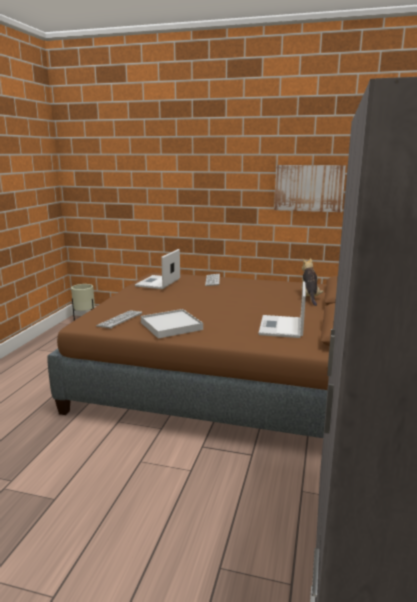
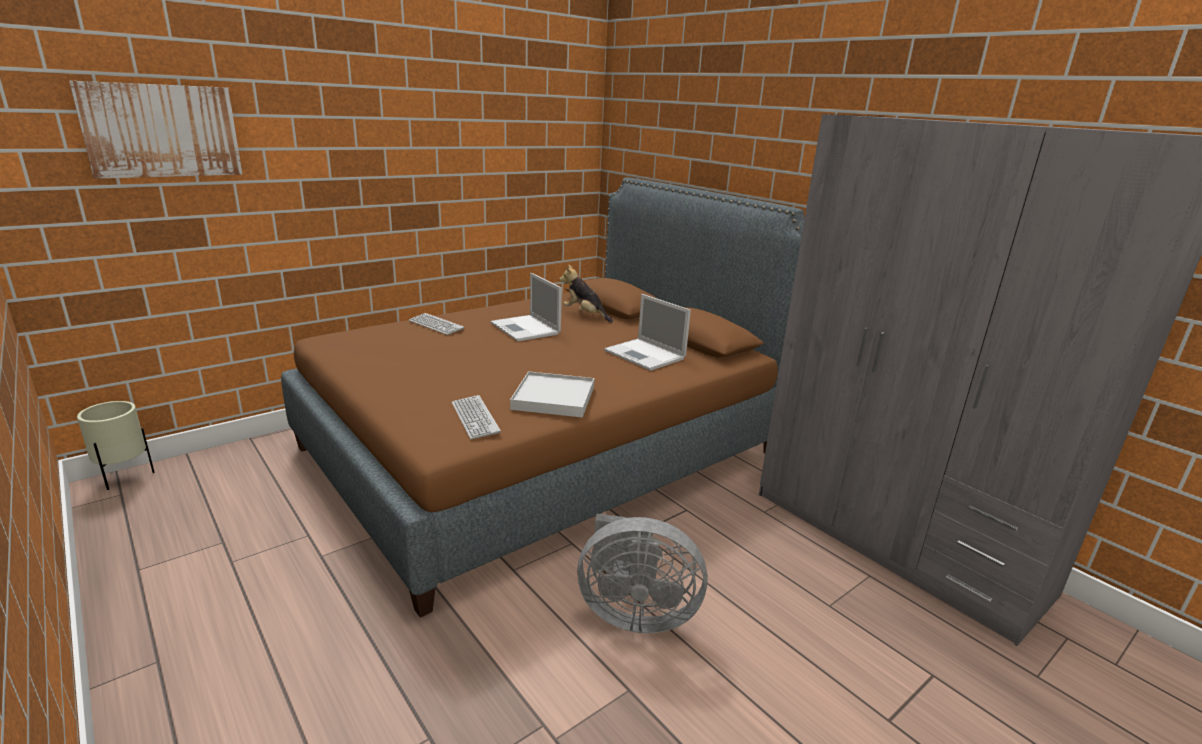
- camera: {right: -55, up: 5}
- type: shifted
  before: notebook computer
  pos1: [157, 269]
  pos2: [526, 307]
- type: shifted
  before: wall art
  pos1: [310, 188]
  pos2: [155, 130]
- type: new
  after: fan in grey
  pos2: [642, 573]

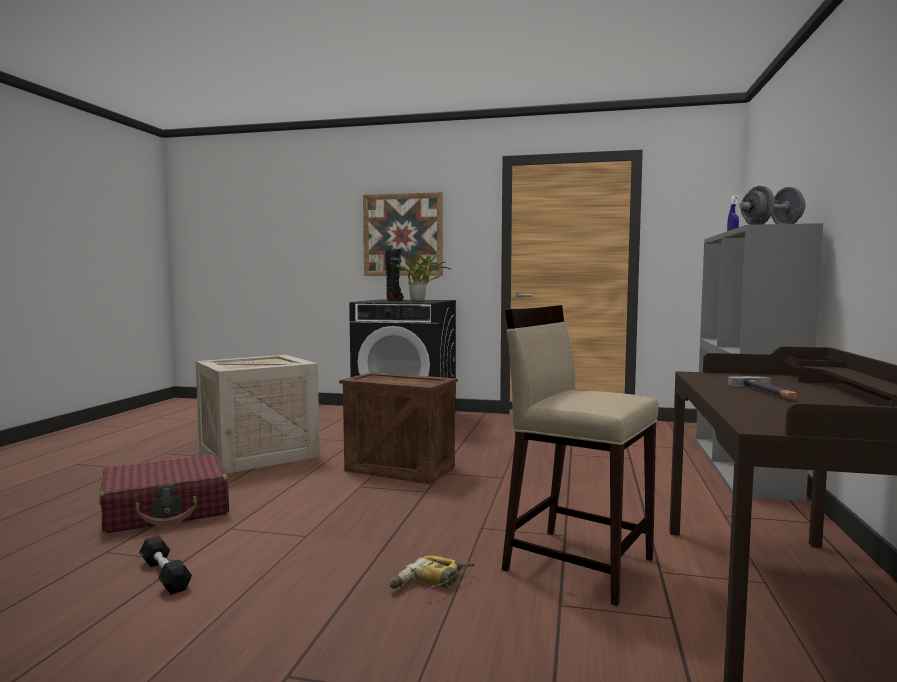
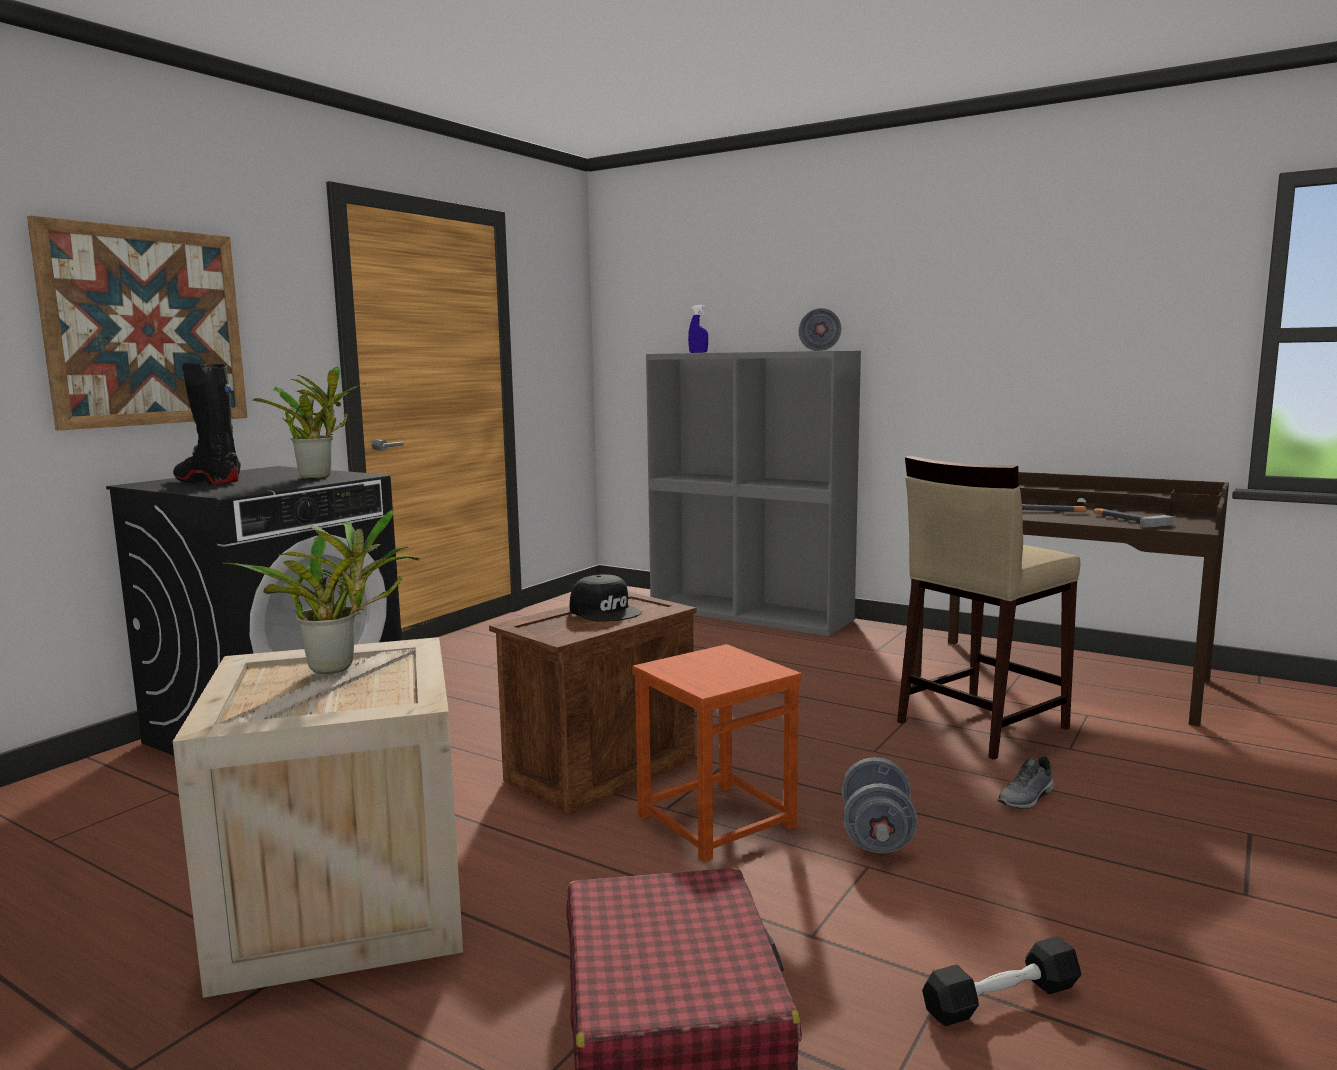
- camera: {right: -70, up: 5}
- type: swapped
  before: electric drill
  after: low shoe in grey
  pos1: [432, 573]
  pos2: [1025, 782]
- type: new
  after: plant in a pot
  pos2: [321, 591]
- type: new
  after: peaked cap in black
  pos2: [606, 598]
- type: new
  after: stool seat in brownish
  pos2: [717, 753]
- type: new
  after: dumbbell in grey
  pos2: [879, 805]
- type: new
  after: hand hammer
  pos2: [1134, 518]

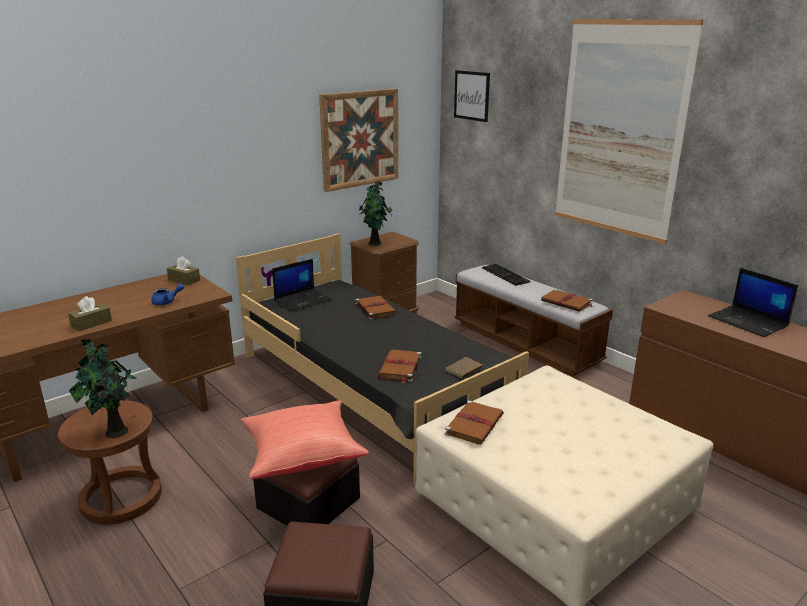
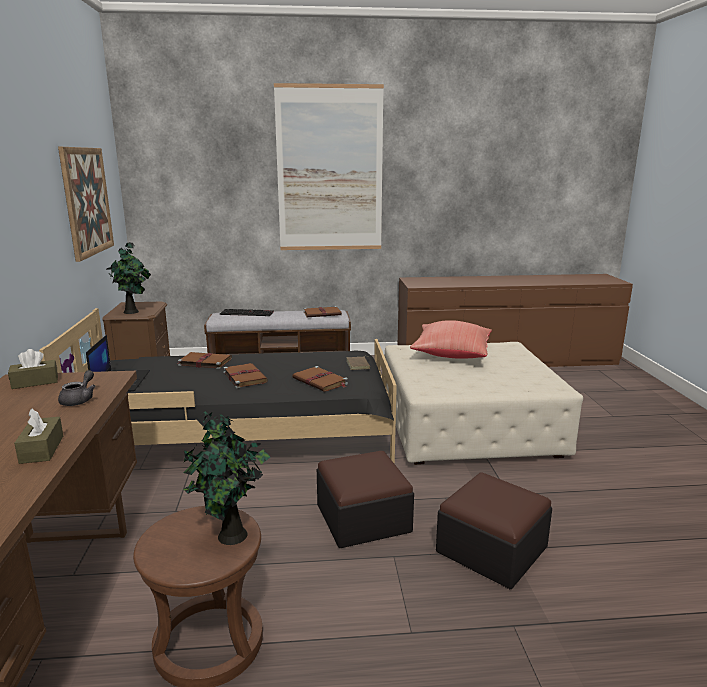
- camera: {right: -55, up: -5}
- type: repainted
  before: pot for tea in bluish
  after: pot for tea in grey
  pos1: [167, 294]
  pos2: [77, 388]
- type: shifted
  before: throw pillow in red
  pos1: [305, 440]
  pos2: [451, 339]
- type: shifted
  before: volume in brownish
  pos1: [474, 422]
  pos2: [245, 375]
- type: gone
  before: wall art
  pos1: [472, 96]
- type: gone
  before: notebook computer
  pos1: [753, 302]

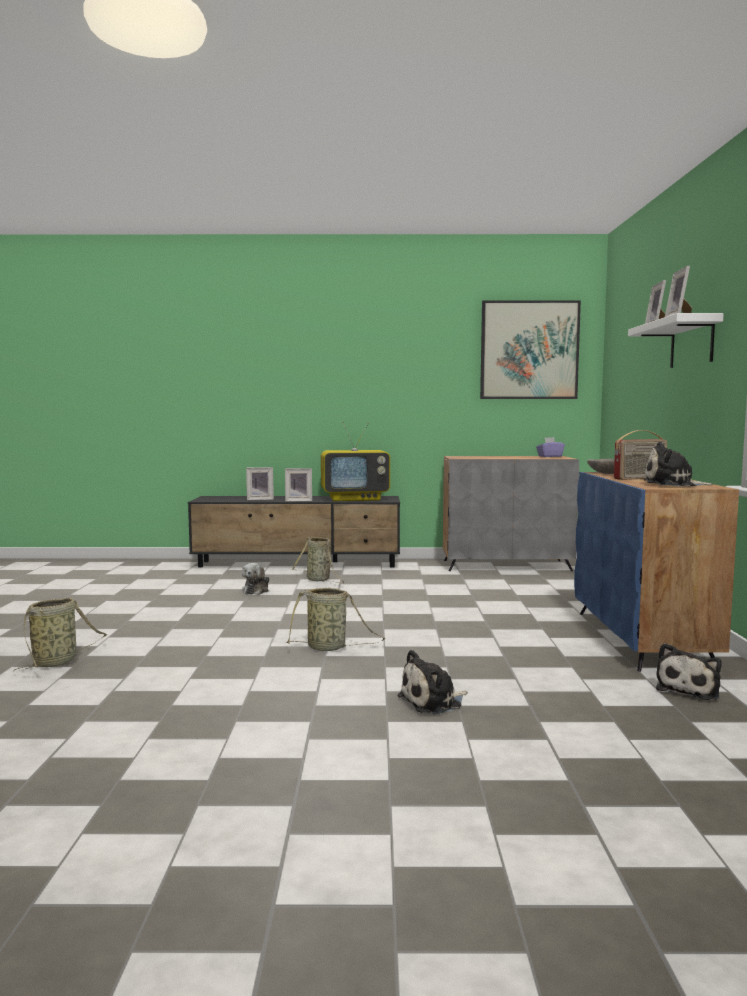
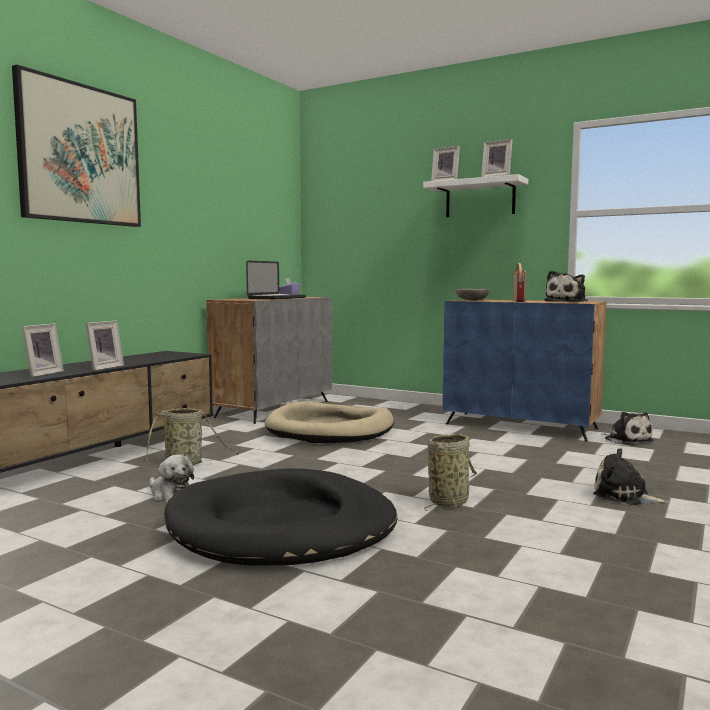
- camera: {right: -60, up: 0}
- type: gone
  before: basket
  pos1: [60, 634]
- type: gone
  before: TV set
  pos1: [355, 461]
- type: rotated
  before: plush toy
  pos1: [433, 682]
  pos2: [631, 476]
  turn: 120
- type: shifted
  before: wall art
  pos1: [530, 349]
  pos2: [76, 146]
- type: new
  after: dog bed in black
  pos2: [281, 517]
- type: new
  after: notebook computer
  pos2: [276, 280]
- type: new
  after: dog bed in sand-coloured
  pos2: [329, 422]

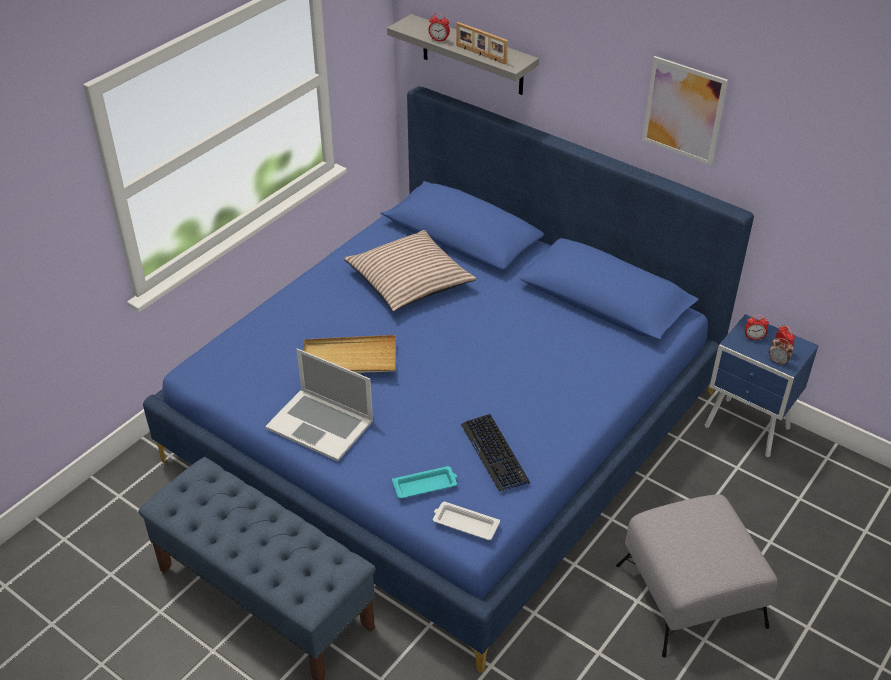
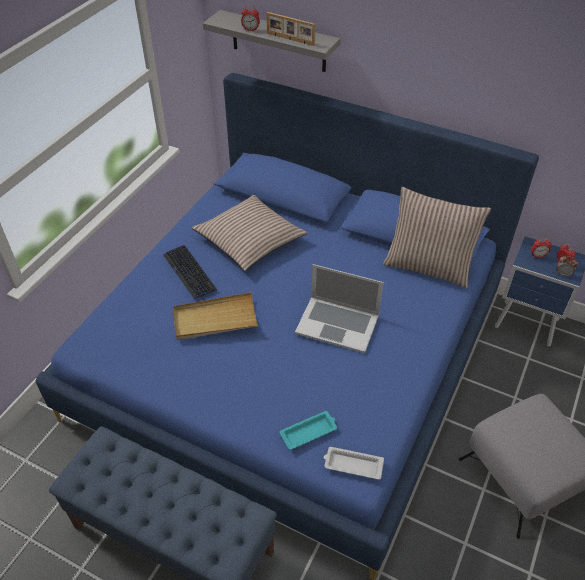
- camera: {right: -10, up: 5}
- type: shifted
  before: notebook computer
  pos1: [319, 405]
  pos2: [339, 308]
- type: shifted
  before: computer keyboard
  pos1: [495, 453]
  pos2: [190, 272]
- type: gone
  before: wall art
  pos1: [685, 110]
- type: new
  after: throw pillow
  pos2: [437, 237]

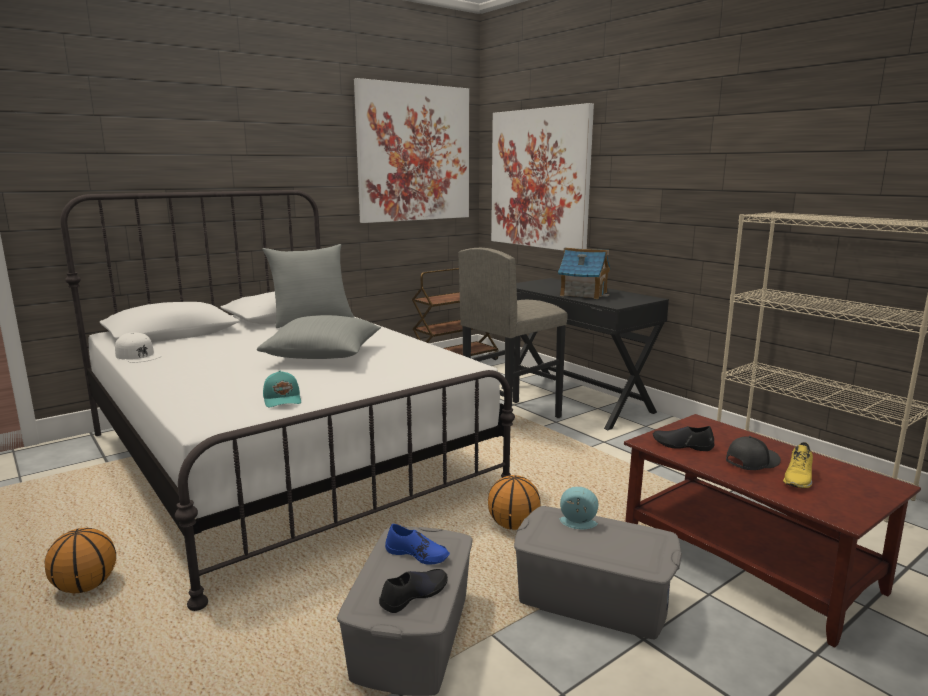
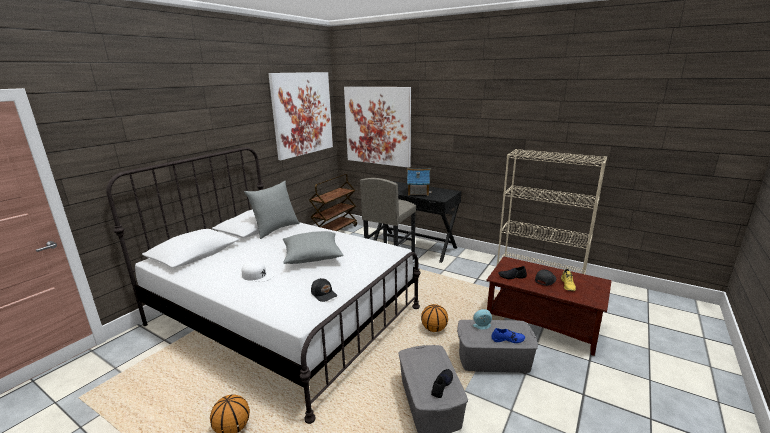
- camera: {right: -20, up: 5}
- type: shifted
  before: peaked cap in white-coloured
  pos1: [138, 347]
  pos2: [258, 271]
- type: repainted
  before: peaked cap in turquoise-coloured
  after: peaked cap in black
  pos1: [282, 388]
  pos2: [324, 290]
- type: shifted
  before: low shoe in bluish
  pos1: [417, 544]
  pos2: [508, 335]

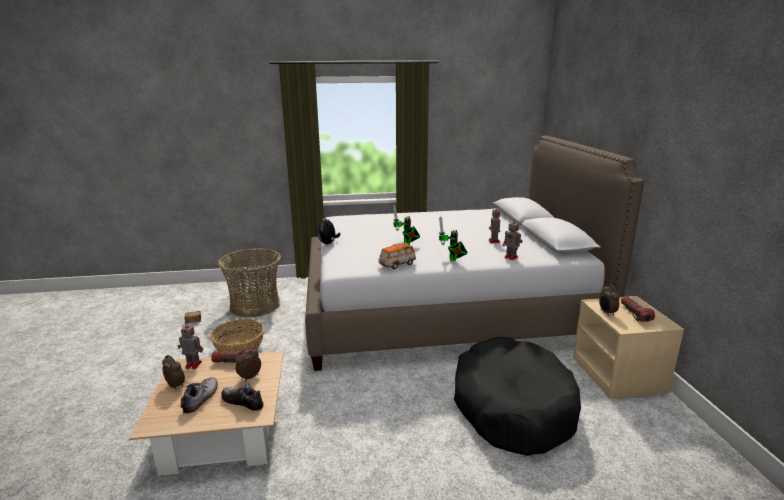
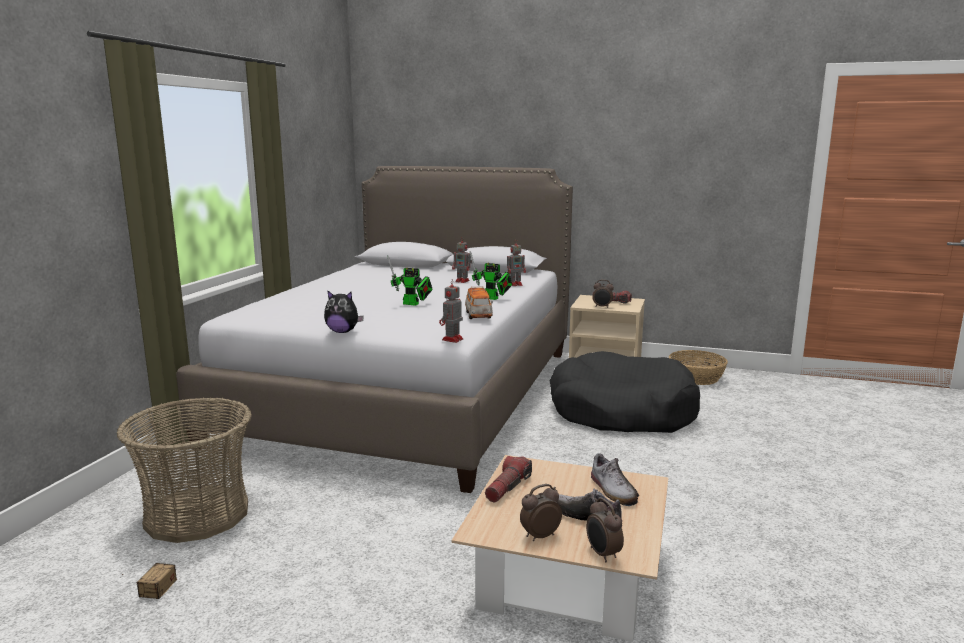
- camera: {right: -65, up: -5}
- type: shifted
  before: toy robot
  pos1: [190, 345]
  pos2: [451, 311]
- type: shifted
  before: basket
  pos1: [237, 335]
  pos2: [698, 367]
- type: rotated
  before: low shoe
  pos1: [242, 397]
  pos2: [615, 479]
  turn: -75
- type: shifted
  before: bedside clock
  pos1: [248, 364]
  pos2: [605, 530]

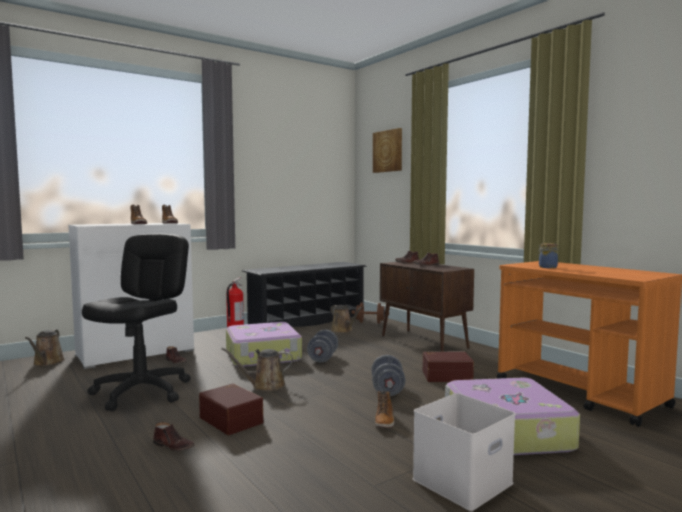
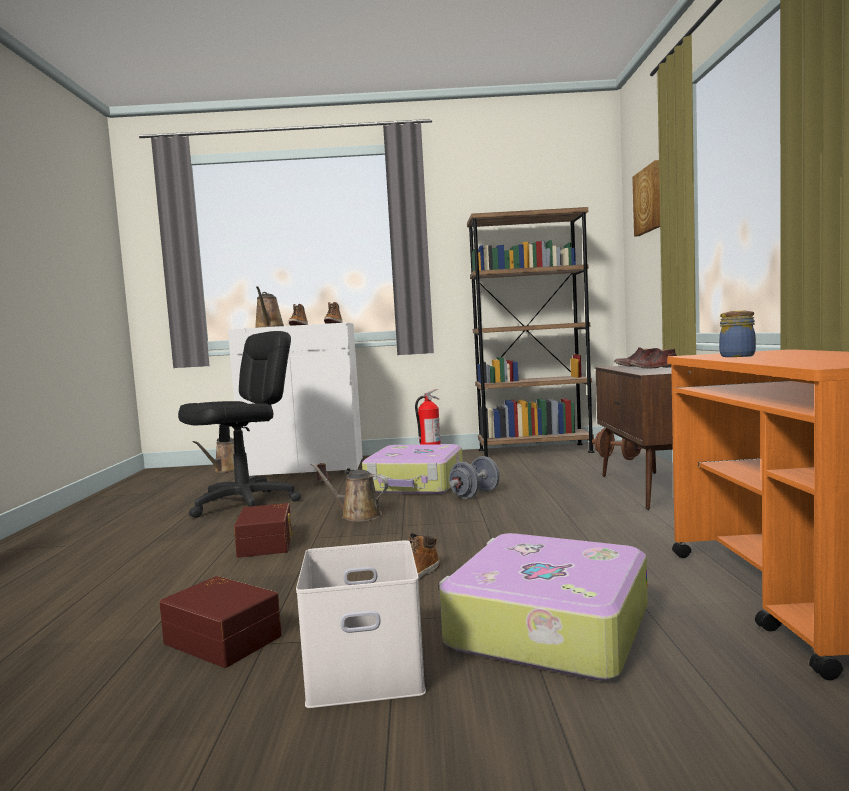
- camera: {right: 35, up: 0}
- type: gone
  before: low shoe in brownish
  pos1: [174, 437]
- type: swapped
  before: shoe stand in black
  after: shelving unit in brownish
  pos1: [304, 294]
  pos2: [530, 332]
- type: shifted
  before: watering pot in brownish
  pos1: [346, 319]
  pos2: [269, 307]
- type: gone
  before: dumbbell in grey
  pos1: [388, 375]
- type: shifted
  before: storage box in brownish
  pos1: [448, 367]
  pos2: [220, 622]

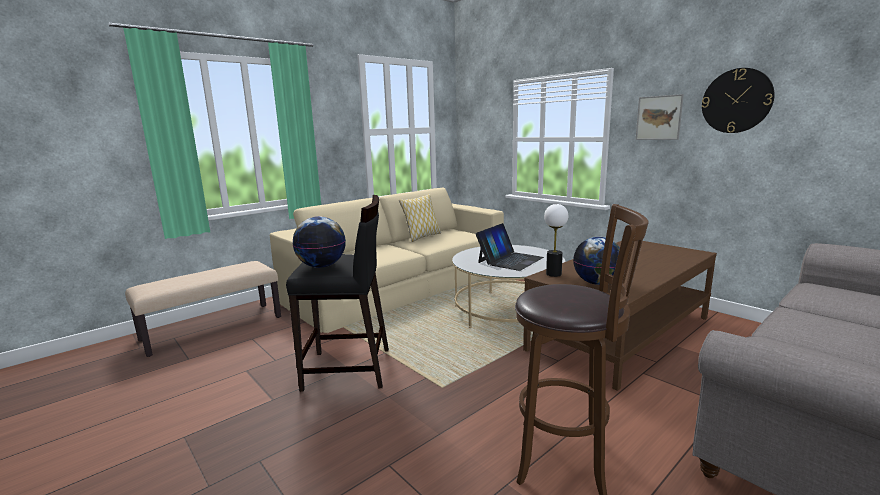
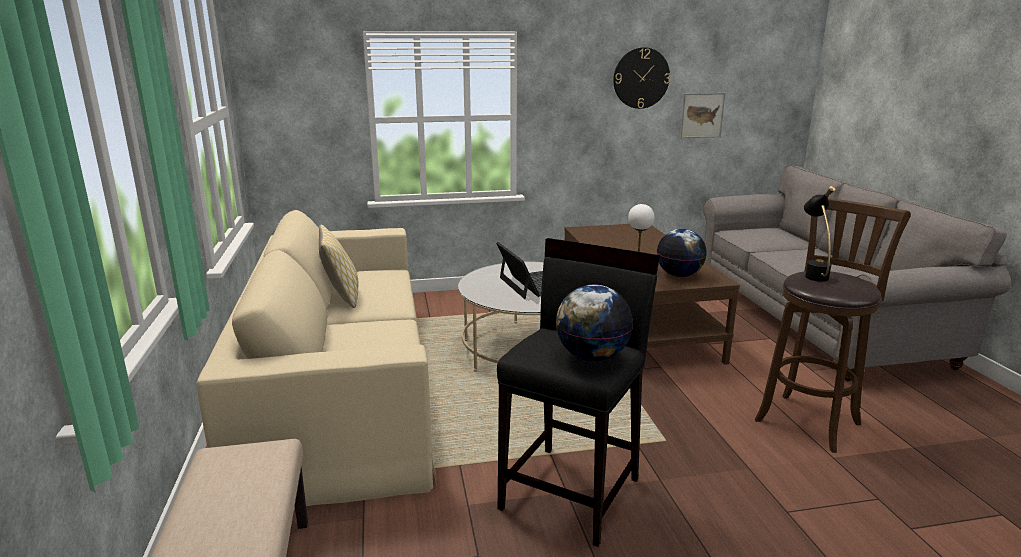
- camera: {right: -60, up: 5}
- type: shifted
  before: wall art
  pos1: [660, 117]
  pos2: [702, 115]
- type: new
  after: tabletop lamp in black
  pos2: [819, 234]

